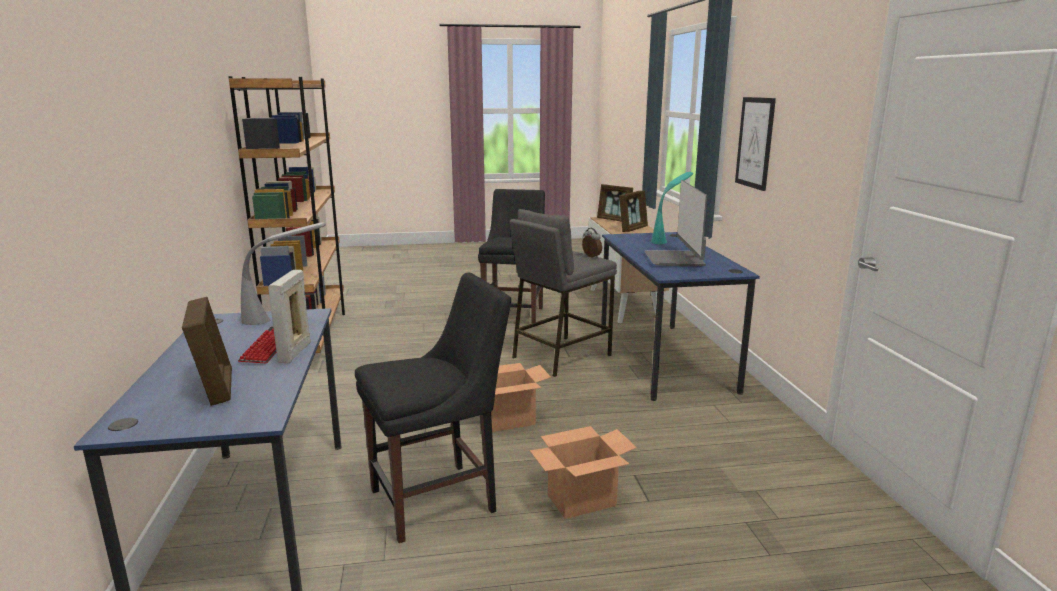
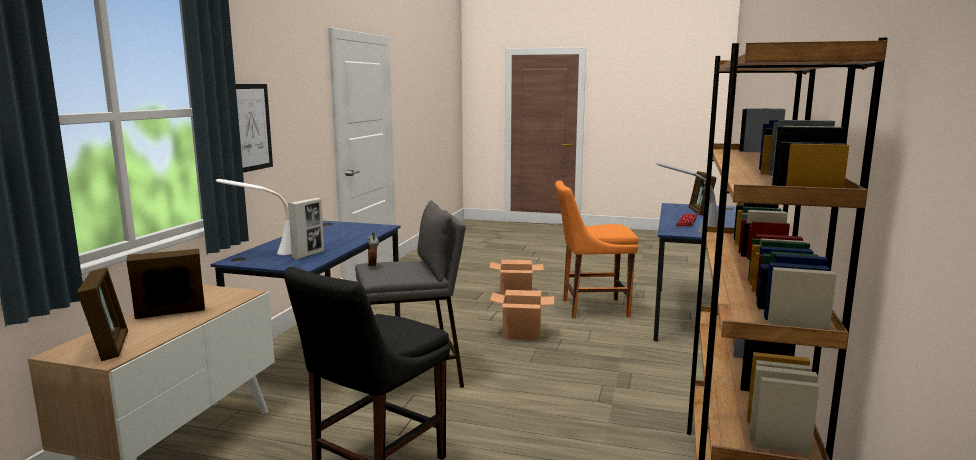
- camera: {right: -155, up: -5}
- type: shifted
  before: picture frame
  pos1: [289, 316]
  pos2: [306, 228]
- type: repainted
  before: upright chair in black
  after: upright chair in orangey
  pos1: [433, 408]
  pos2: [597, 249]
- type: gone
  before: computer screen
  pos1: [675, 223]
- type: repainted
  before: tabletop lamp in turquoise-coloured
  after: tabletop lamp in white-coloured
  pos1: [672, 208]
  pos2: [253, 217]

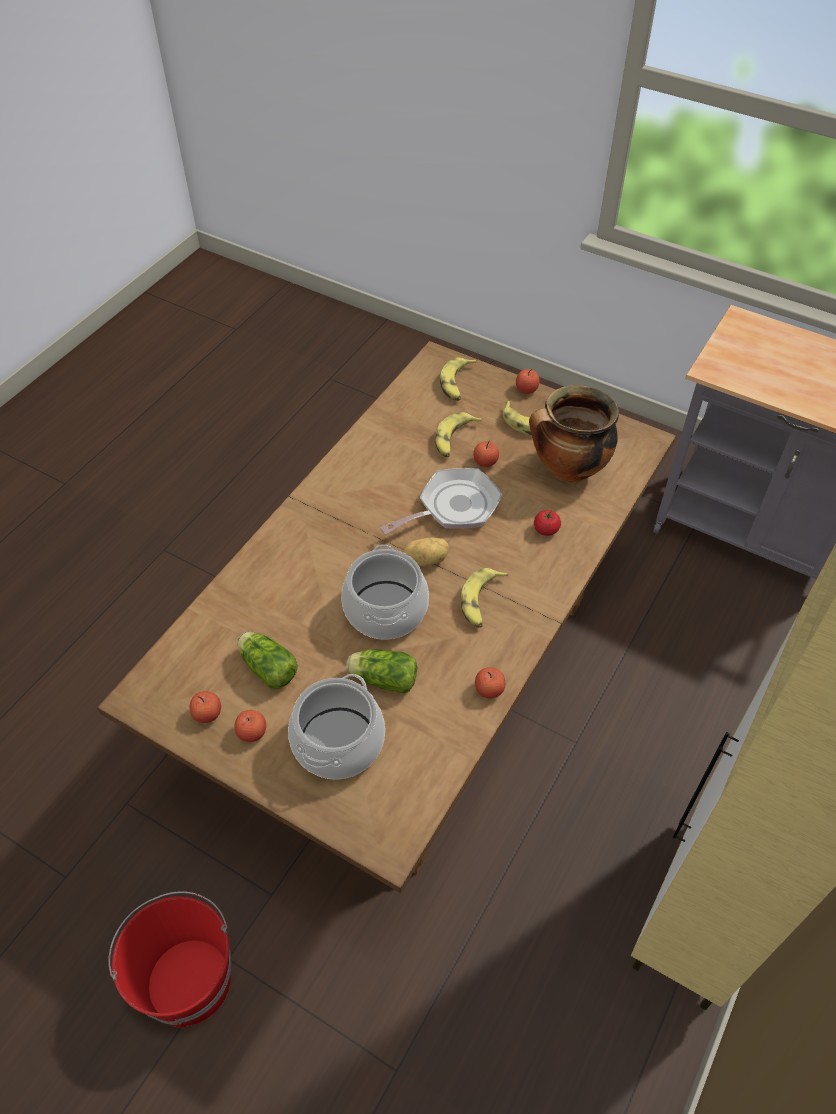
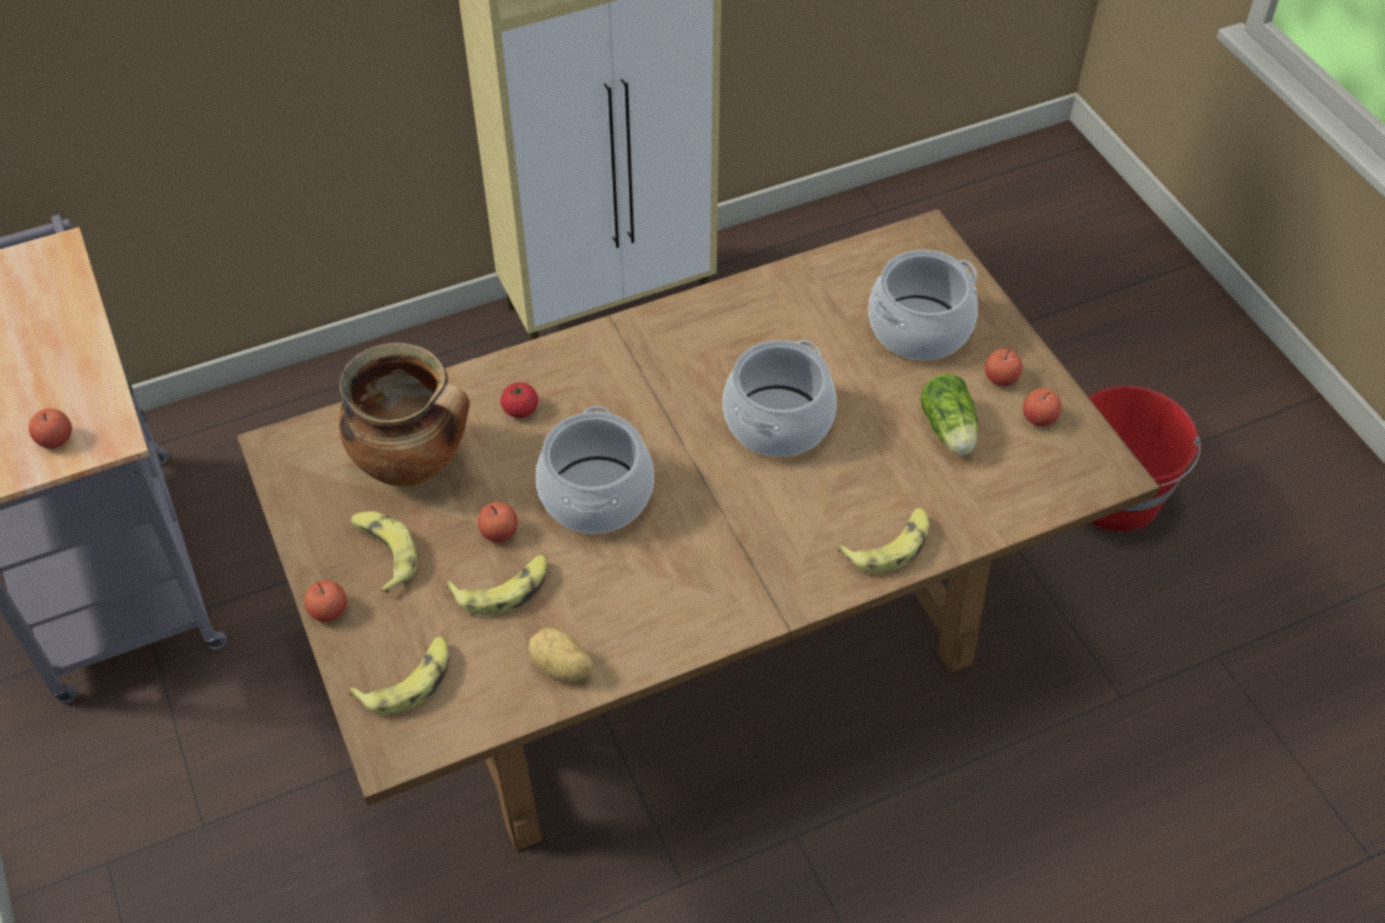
- camera: {right: -145, up: 0}
- type: gone
  before: head of lettuce
  pos1: [381, 671]
- type: swapped
  before: skillet
  after: cooking pot
  pos1: [441, 501]
  pos2: [595, 469]
- type: shifted
  before: whole potato
  pos1: [426, 552]
  pos2: [560, 655]
- type: shifted
  before: whole banana
  pos1: [484, 598]
  pos2: [884, 540]
- type: shifted
  before: whole apple
  pos1: [490, 682]
  pos2: [50, 428]

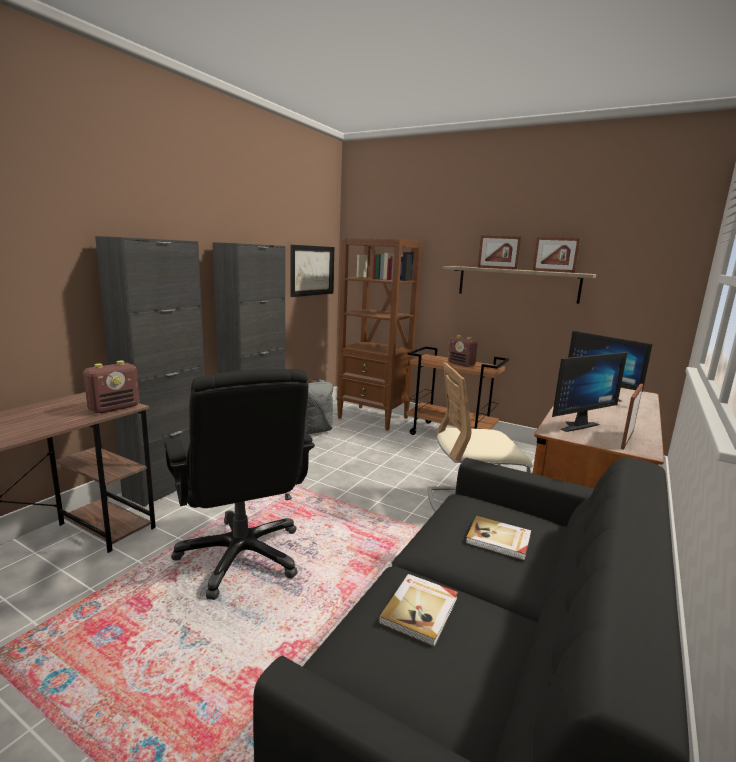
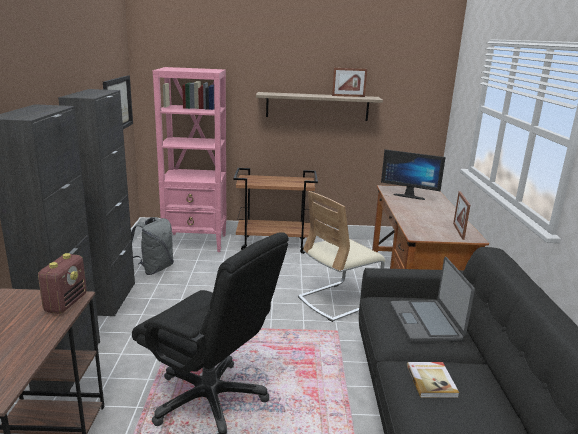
- camera: {right: -30, up: 5}
- type: repainted
  before: shelving unit in brownish
  after: shelving unit in pink-coloured
  pos1: [379, 334]
  pos2: [189, 159]
- type: gone
  before: radio receiver
  pos1: [463, 351]
- type: swapped
  before: volume
  after: notebook computer
  pos1: [498, 538]
  pos2: [432, 299]
- type: gone
  before: picture frame
  pos1: [499, 252]
- type: gone
  before: computer screen
  pos1: [589, 392]

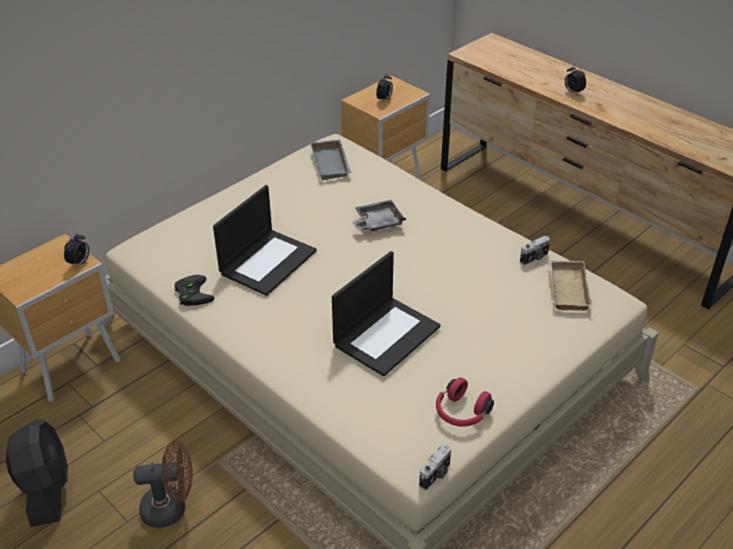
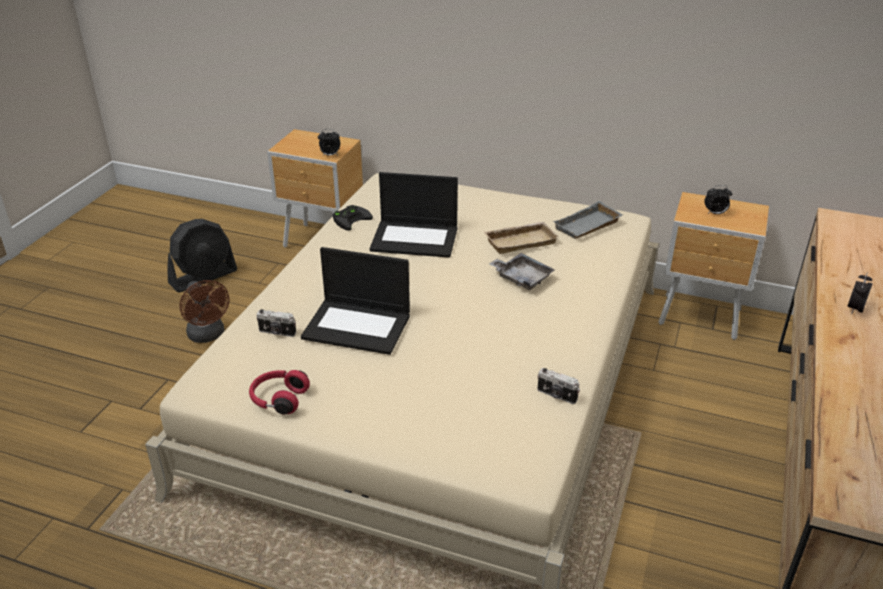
- camera: {right: 65, up: -5}
- type: shifted
  before: still camera
  pos1: [435, 468]
  pos2: [276, 323]
- type: shifted
  before: tray in sand-coloured
  pos1: [570, 285]
  pos2: [521, 238]

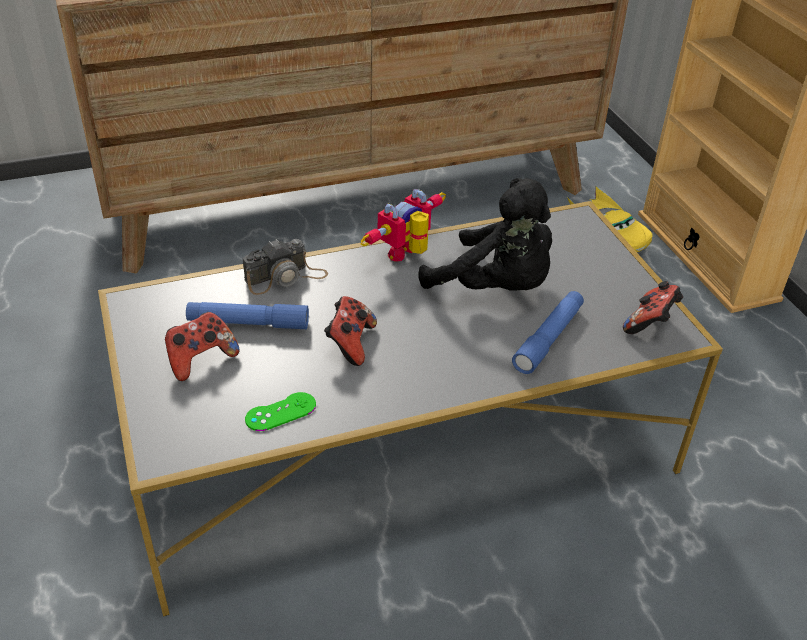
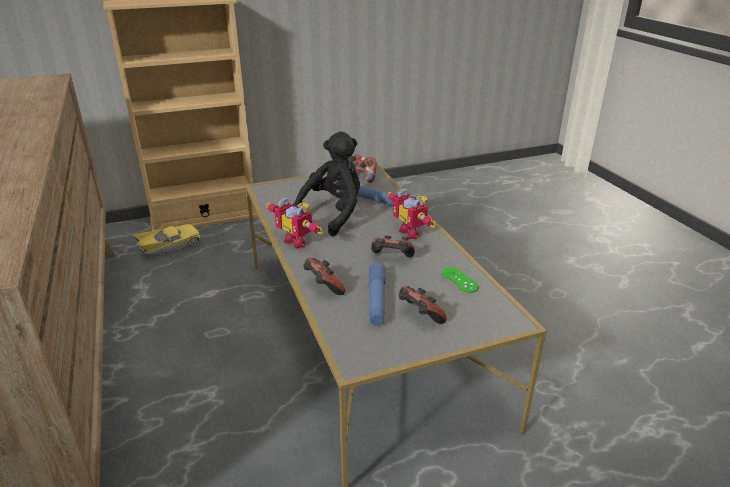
- camera: {right: -90, up: -10}
- type: swapped
  before: still camera
  after: joypad
  pos1: [285, 267]
  pos2: [324, 276]
- type: new
  after: toy robot
  pos2: [412, 214]

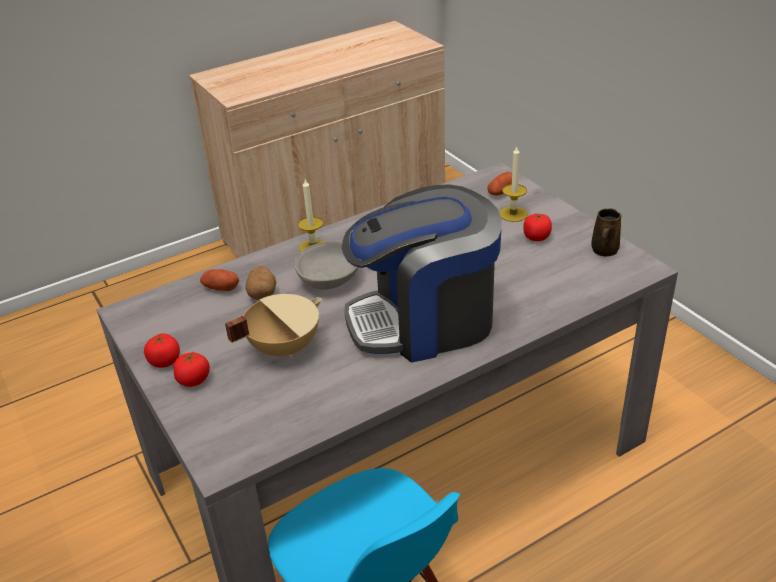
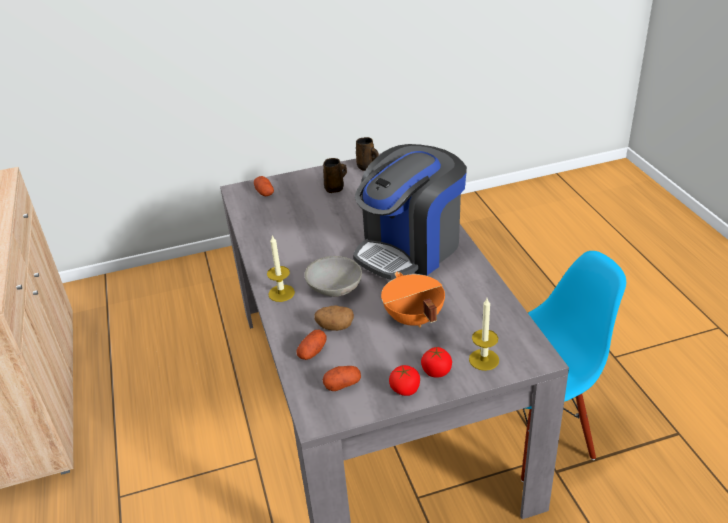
- camera: {right: -75, up: 0}
- type: repainted
  before: cooking pot in sand-coloured
  after: cooking pot in orangey
  pos1: [273, 325]
  pos2: [413, 299]
- type: rotated
  before: coffee maker
  pos1: [422, 273]
  pos2: [410, 212]
  turn: 45
- type: shifted
  before: wax light
  pos1: [513, 183]
  pos2: [484, 334]
- type: swapped
  before: tomato
  after: mug in brownish
  pos1: [537, 227]
  pos2: [335, 175]
- type: new
  after: whole potato
  pos2: [342, 378]

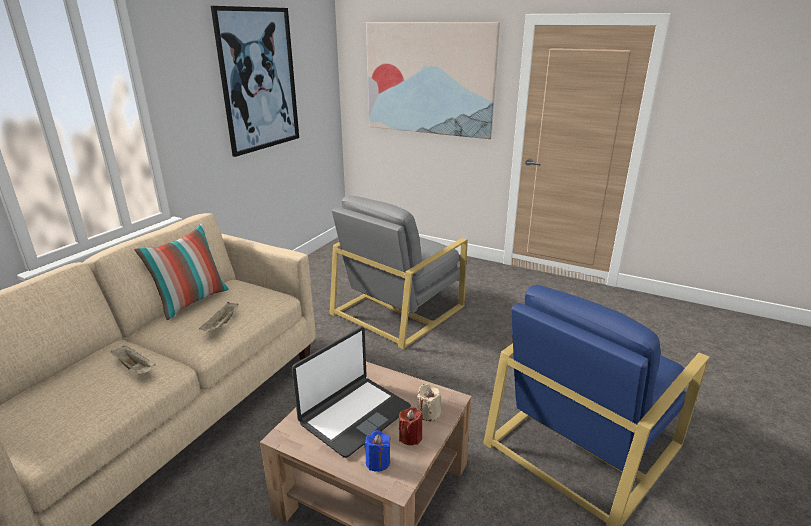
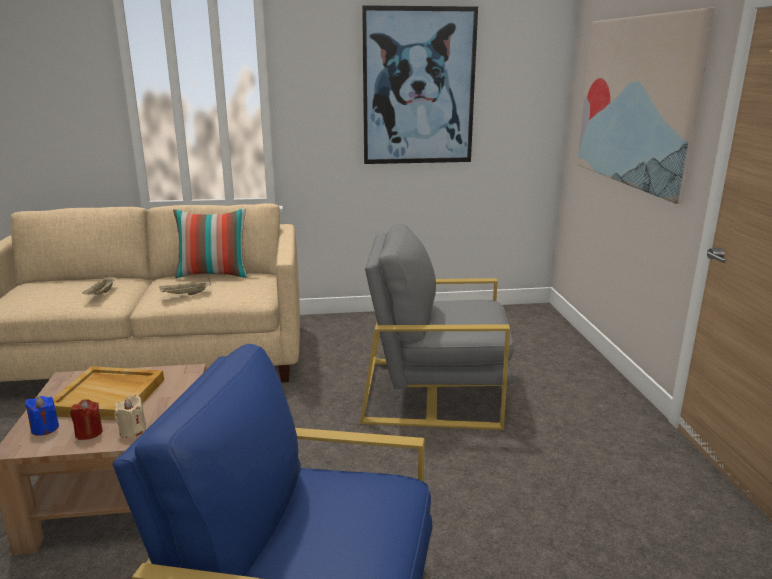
- camera: {right: 55, up: -5}
- type: swapped
  before: notebook computer
  after: tray in sand-coloured
  pos1: [351, 392]
  pos2: [108, 393]

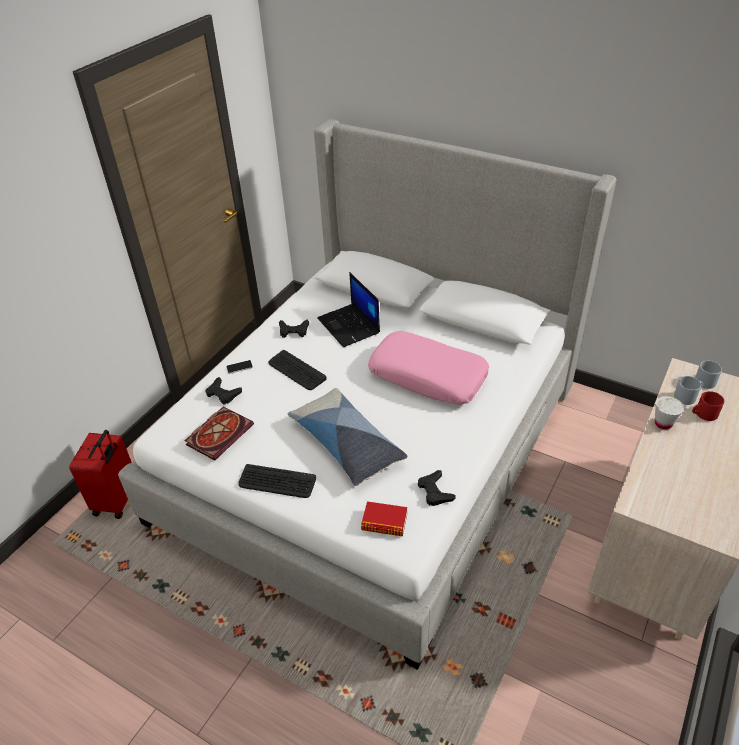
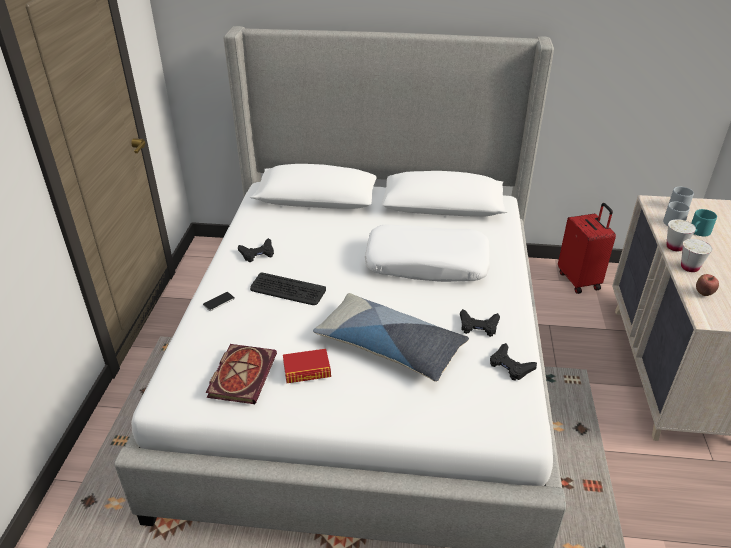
- camera: {right: -25, up: -5}
- type: shifted
  before: suitcase in red
  pos1: [100, 474]
  pos2: [587, 248]
- type: shifted
  before: joypad in black
  pos1: [223, 390]
  pos2: [480, 323]
- type: gone
  before: computer keyboard
  pos1: [277, 481]
- type: gone
  before: notebook computer
  pos1: [348, 309]
- type: shifted
  before: volume
  pos1: [384, 518]
  pos2: [307, 366]
- type: repainted
  before: throw pillow in pink-coloured
  after: throw pillow in white-coloured
  pos1: [428, 368]
  pos2: [427, 253]
- type: repainted
  before: mug in red
  after: mug in turquoise-coloured
  pos1: [708, 406]
  pos2: [704, 222]
- type: new
  after: drinking cup in white-coloured
  pos2: [696, 255]
- type: new
  after: whole apple
  pos2: [707, 285]

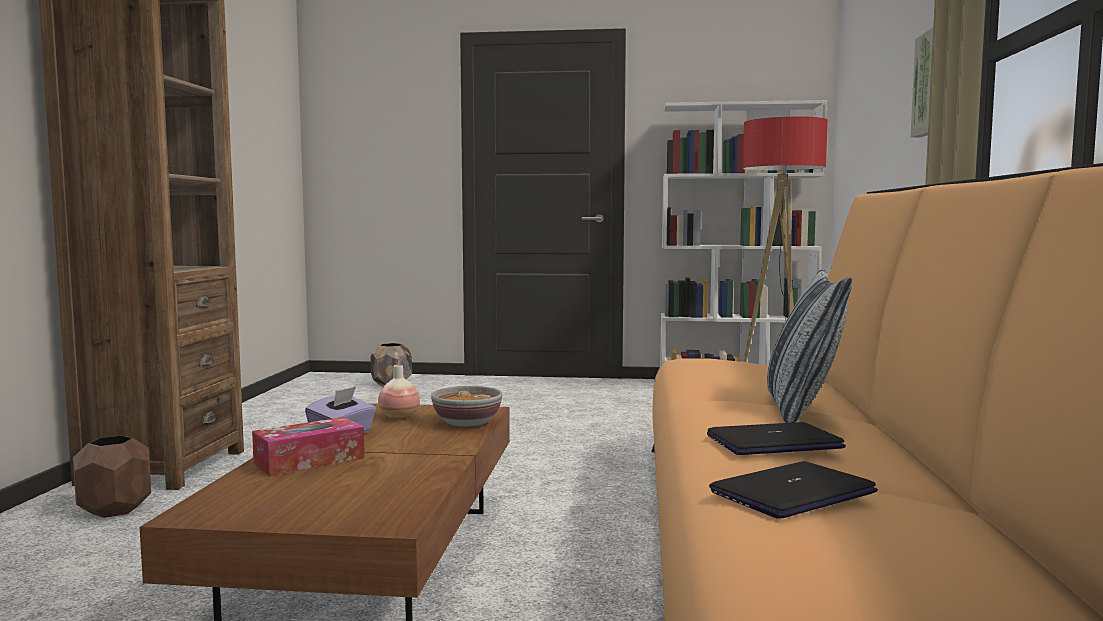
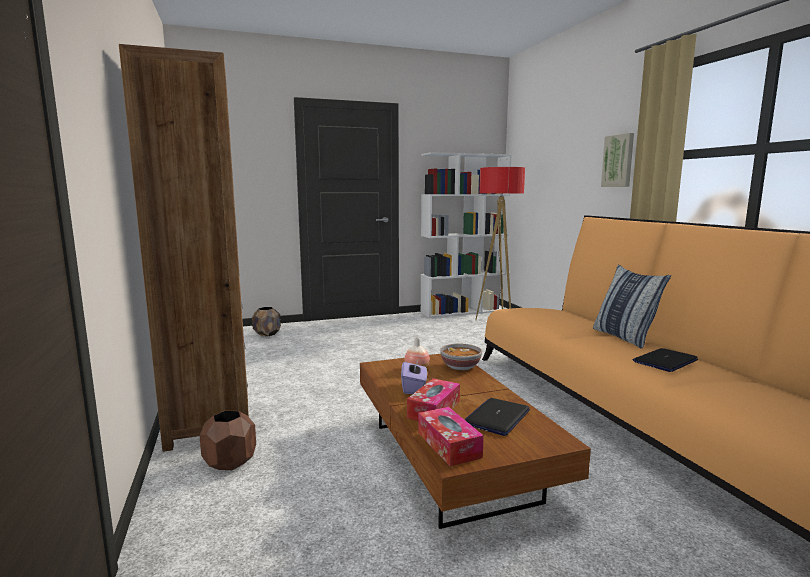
- camera: {right: -25, up: 5}
- type: shifted
  before: notebook computer
  pos1: [793, 490]
  pos2: [497, 417]
- type: new
  after: tissue holder
  pos2: [451, 436]

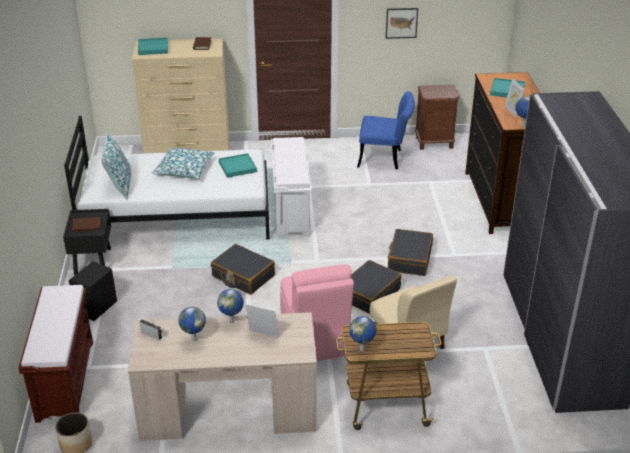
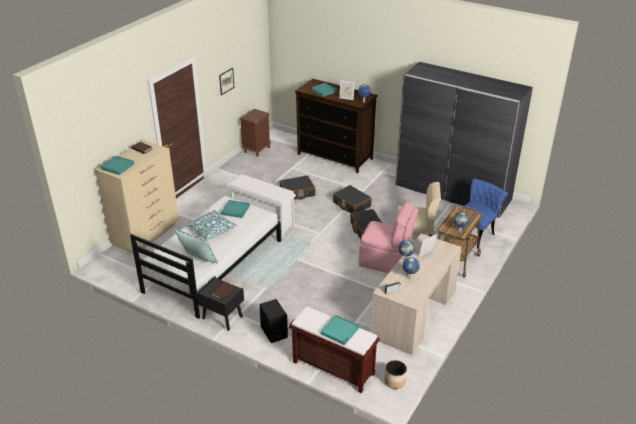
- camera: {right: -55, up: 0}
- type: shifted
  before: suitcase in black
  pos1: [243, 269]
  pos2: [297, 187]
- type: shifted
  before: upright chair in bluish
  pos1: [386, 130]
  pos2: [485, 213]
- type: new
  after: tray in turquoise-coloured
  pos2: [339, 330]

